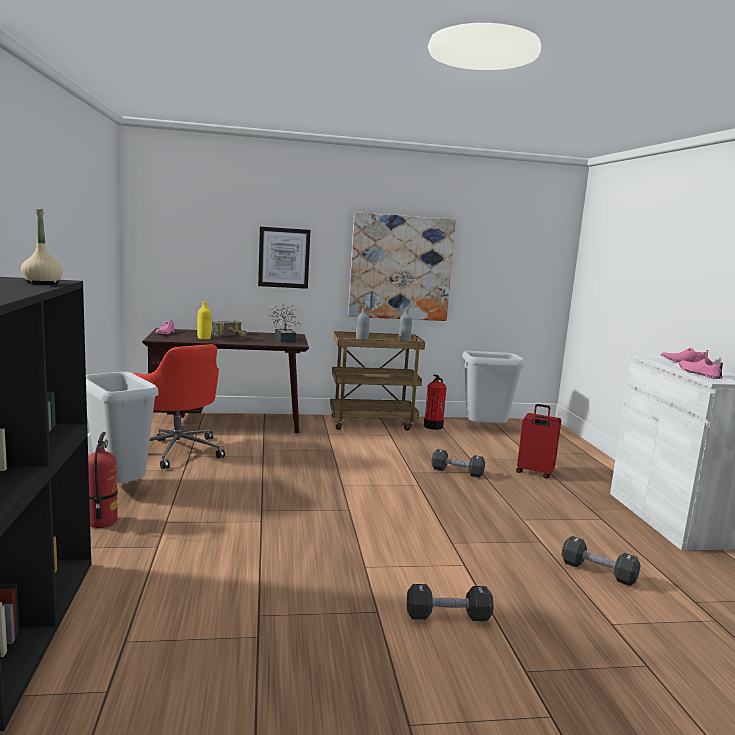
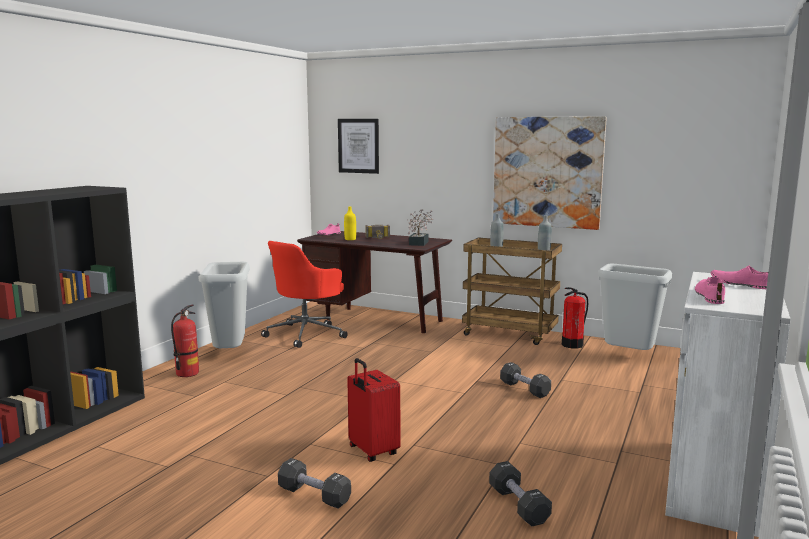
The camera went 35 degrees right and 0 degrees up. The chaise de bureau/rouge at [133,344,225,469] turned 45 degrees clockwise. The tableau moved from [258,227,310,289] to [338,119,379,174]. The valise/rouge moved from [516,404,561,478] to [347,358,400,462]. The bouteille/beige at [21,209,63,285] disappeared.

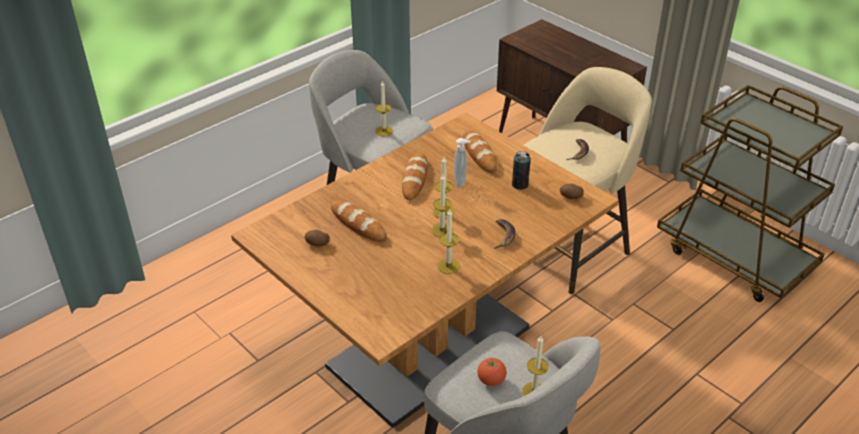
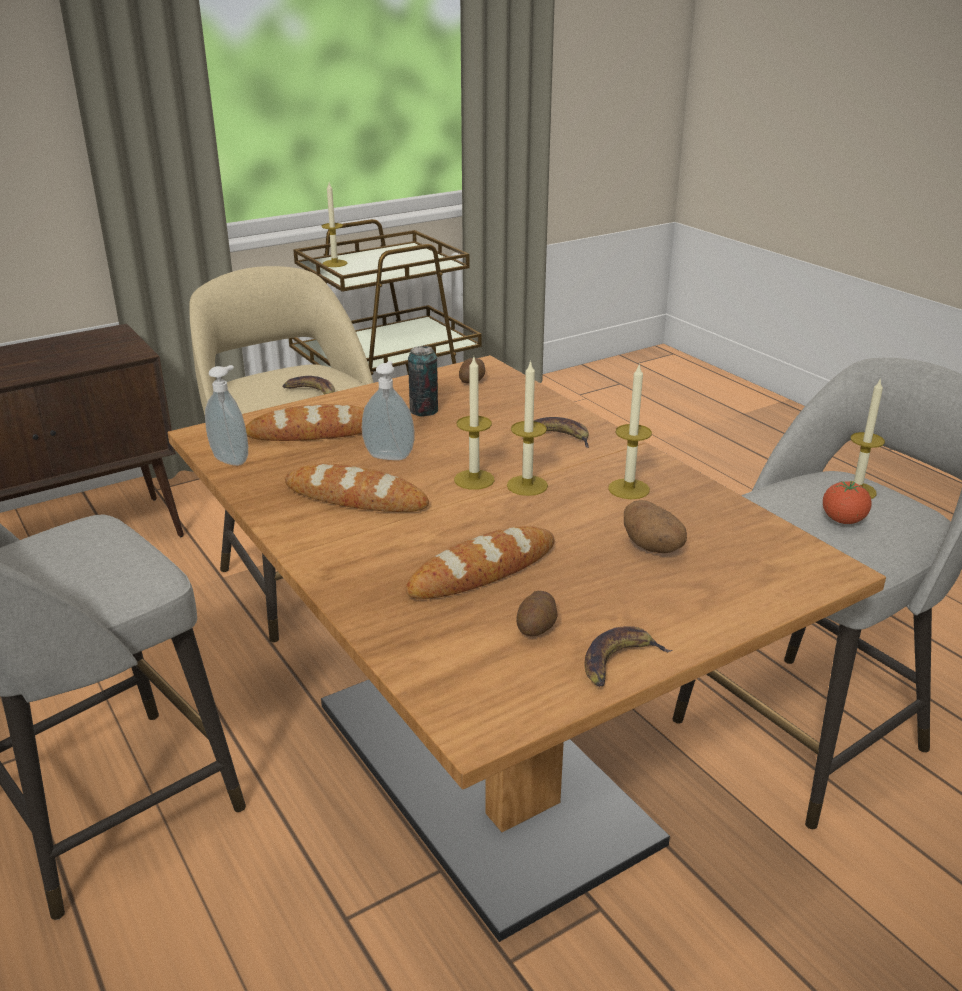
The camera went 80 degrees left and 10 degrees down. The distributeur de savon at [205,365,248,466] appeared. The bougie moved from [375,80,393,136] to [321,183,347,267]. The banane at [584,626,672,687] appeared. The pomme de terre at [624,500,687,553] appeared.

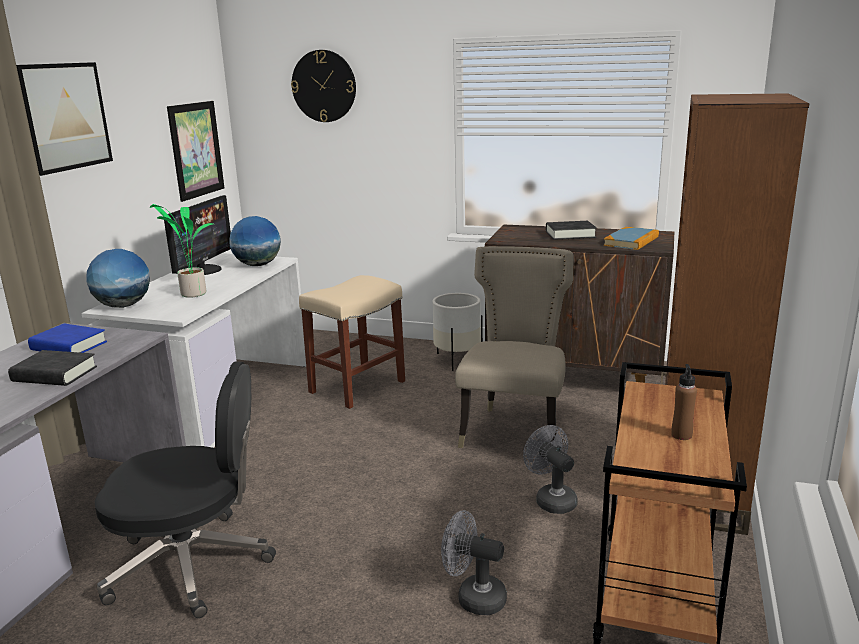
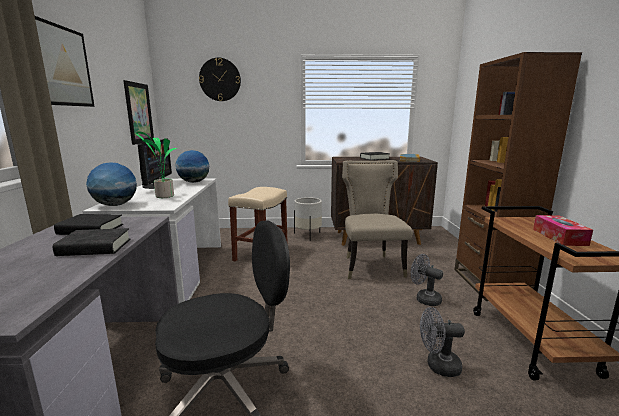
The camera went 20 degrees left and 5 degrees down. The livre/bleu at [28,324,107,353] became the livre/noir at [54,214,123,235]. The bouteille/marron at [671,364,697,440] was replaced by the boîte à mouchoirs at [533,215,593,246].

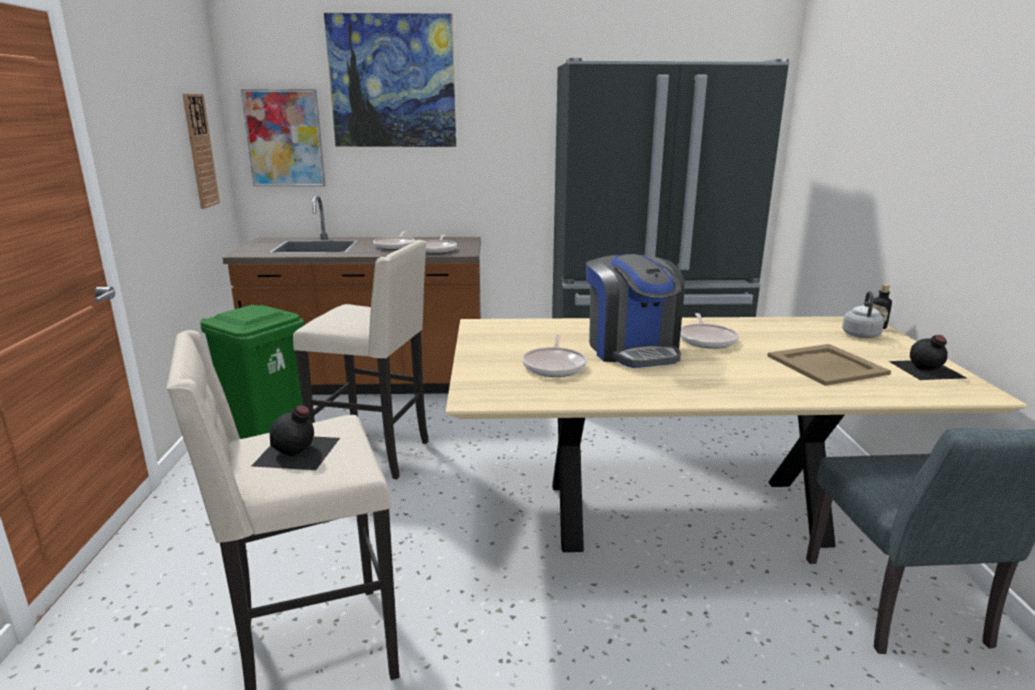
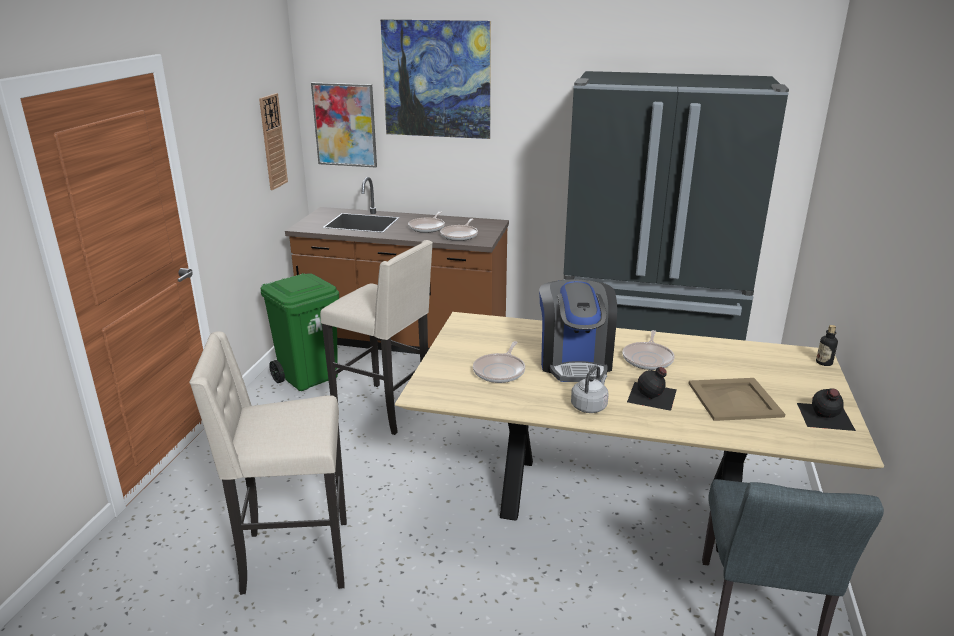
The camera went 15 degrees right and 5 degrees up. The bouilloire/gris moved from [842,291,884,338] to [571,366,608,413]. The bouteille/noir moved from [252,405,340,470] to [627,367,677,411].

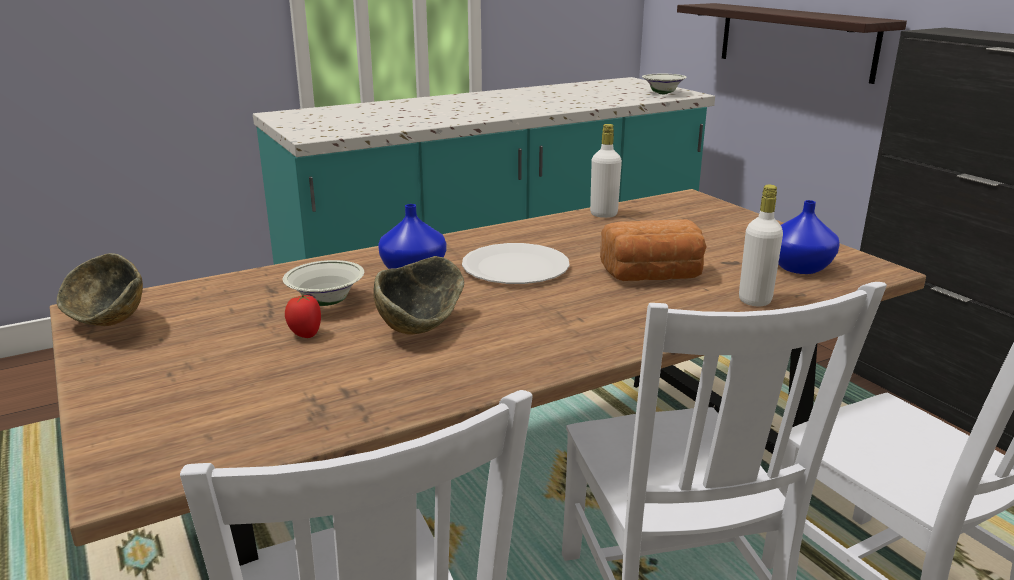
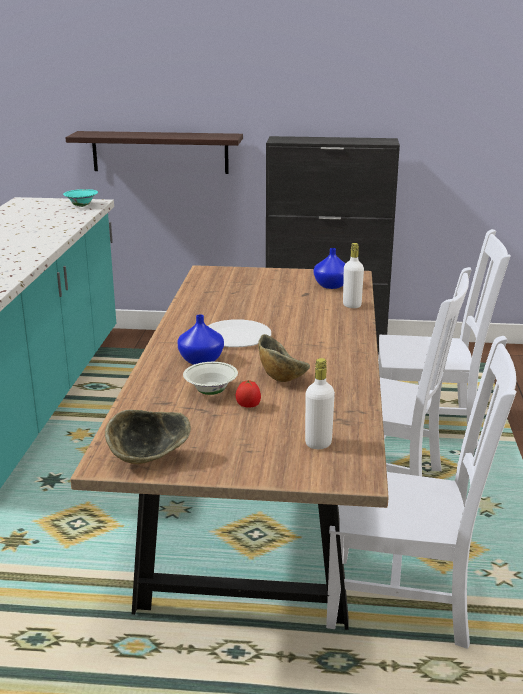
The camera went 55 degrees left and 0 degrees up. The bol/blanc at [642,74,687,94] became the bol/turquoise at [63,189,98,207]. The bouteille/blanc moved from [590,124,622,218] to [305,358,335,449]. The pain at [600,219,707,281] disappeared.

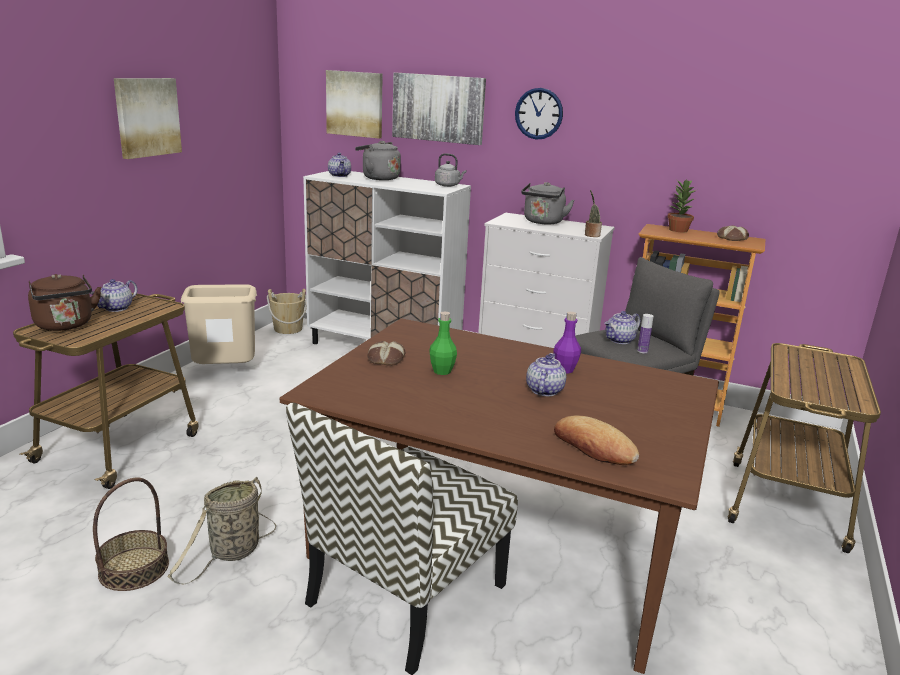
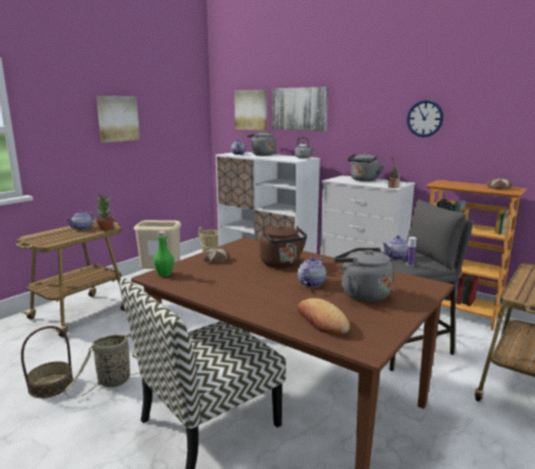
The camera went 15 degrees right and 5 degrees down. The plante en pot moved from [667,179,697,232] to [96,193,115,230]. The bouteille/vert moved from [429,312,457,375] to [153,231,174,277]. The bouilloire/marron moved from [28,274,101,331] to [260,225,307,268]. The bouilloire/gris at [334,248,393,302] appeared. The horloge murale moved from [515,88,563,140] to [407,100,443,137]. The bouteille/violet at [553,312,581,373] disappeared.

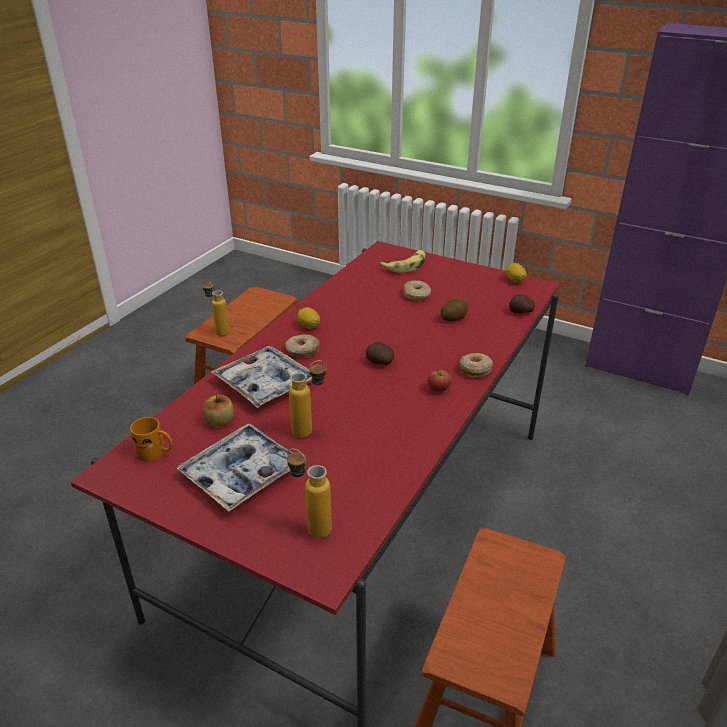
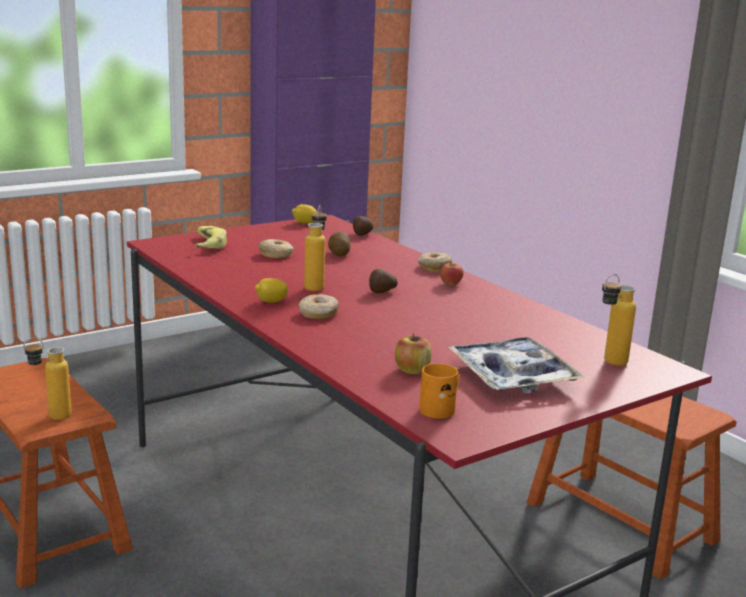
The camera went 65 degrees left and 15 degrees down. The bouteille moved from [289,360,327,438] to [304,205,327,291]. The plateau at [211,346,312,408] disappeared.

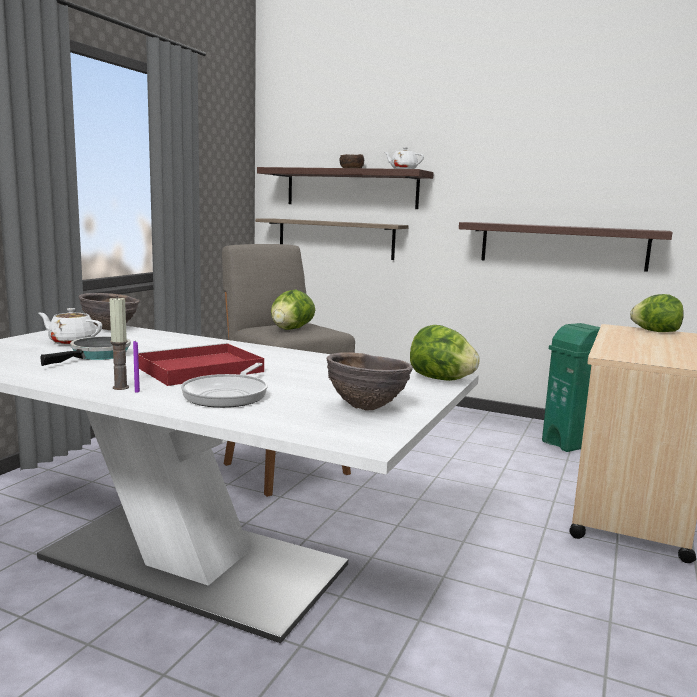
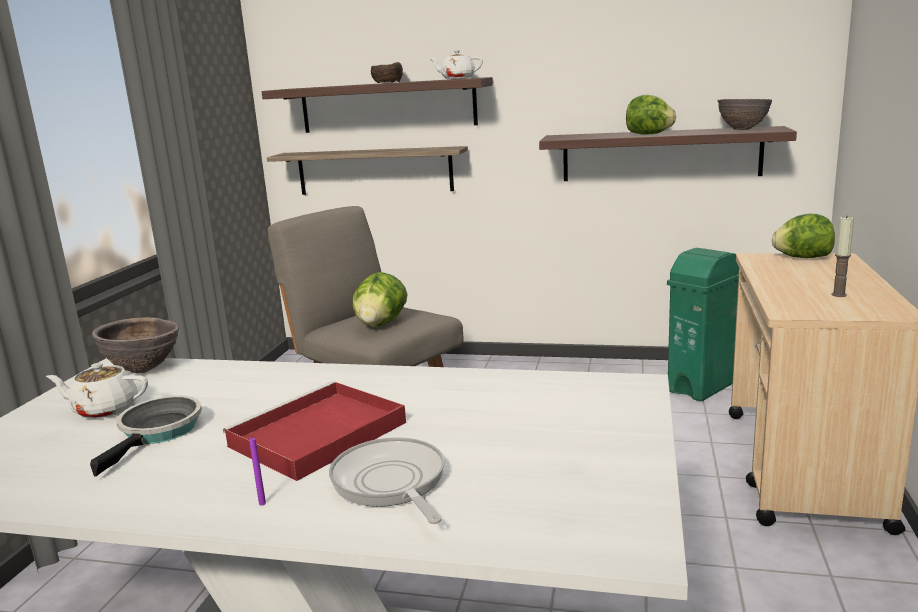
The camera went 10 degrees left and 5 degrees up. The poêle at [181,363,268,408] turned 150 degrees clockwise. The laitue moved from [410,325,480,381] to [626,95,676,135]. The bol/marron moved from [327,353,413,411] to [718,99,772,130]. The bougie moved from [109,296,129,390] to [832,215,854,297].

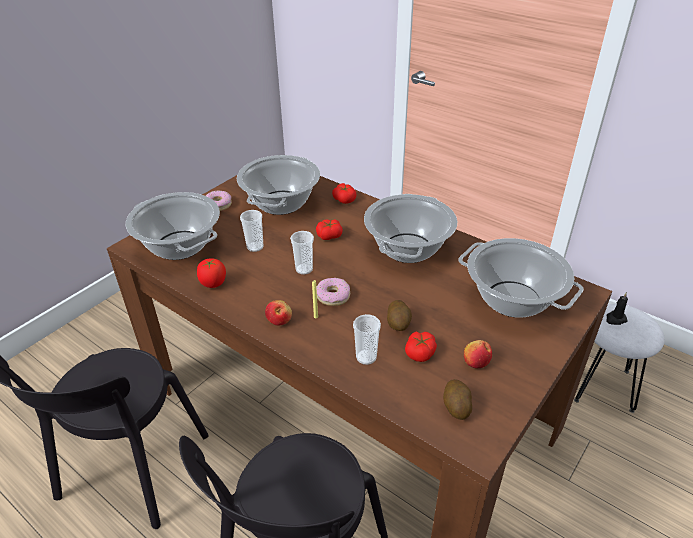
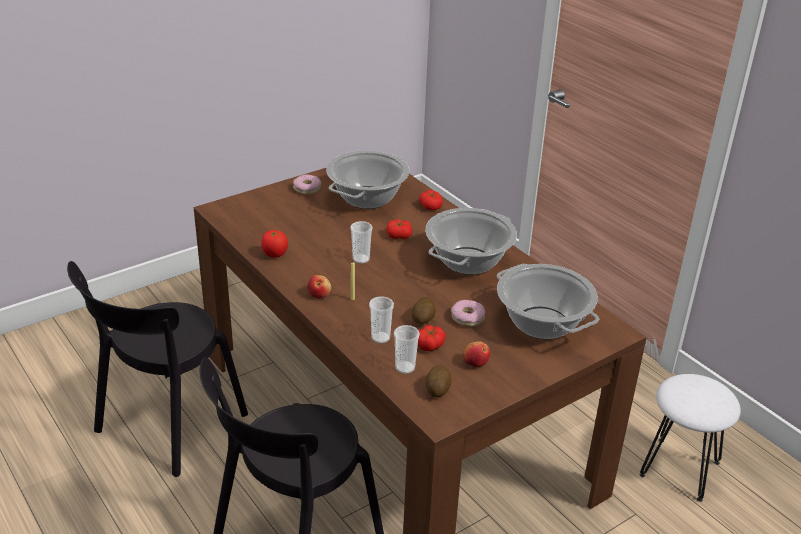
The camera went 15 degrees right and 5 degrees down. The tasse moved from [240,210,263,252] to [394,325,420,374]. The beignet moved from [316,278,350,306] to [451,300,485,327]. The marmite at [126,192,220,260] disappeared. The bougie/noir at [606,292,628,325] disappeared.

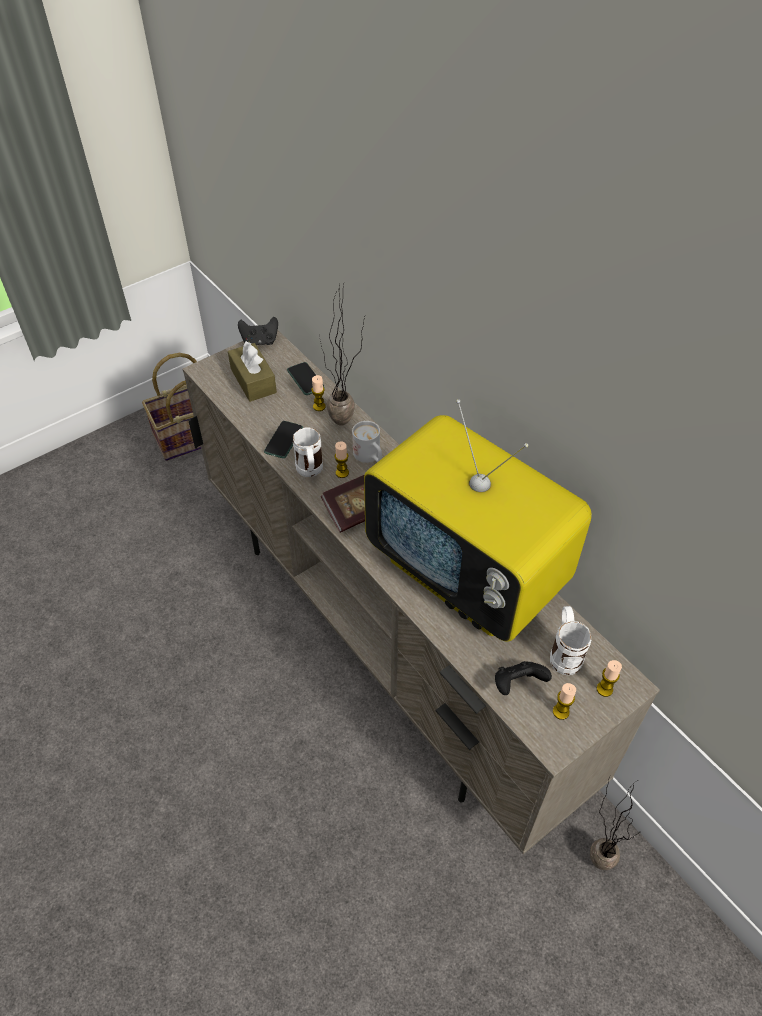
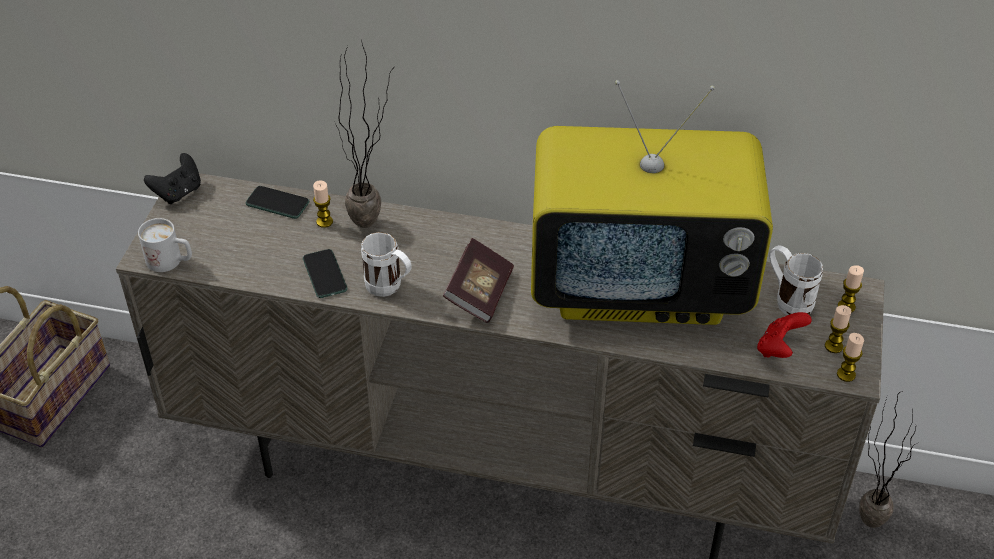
The camera went 40 degrees left and 5 degrees down. The mug/blanc moved from [352,421,382,463] to [138,218,192,272]. The manette/noir at [495,661,552,695] became the manette/rouge at [757,312,812,358]. The bougie moved from [335,442,349,478] to [837,333,864,382]. The boîte à mouchoirs/marron at [228,341,277,402] disappeared.

